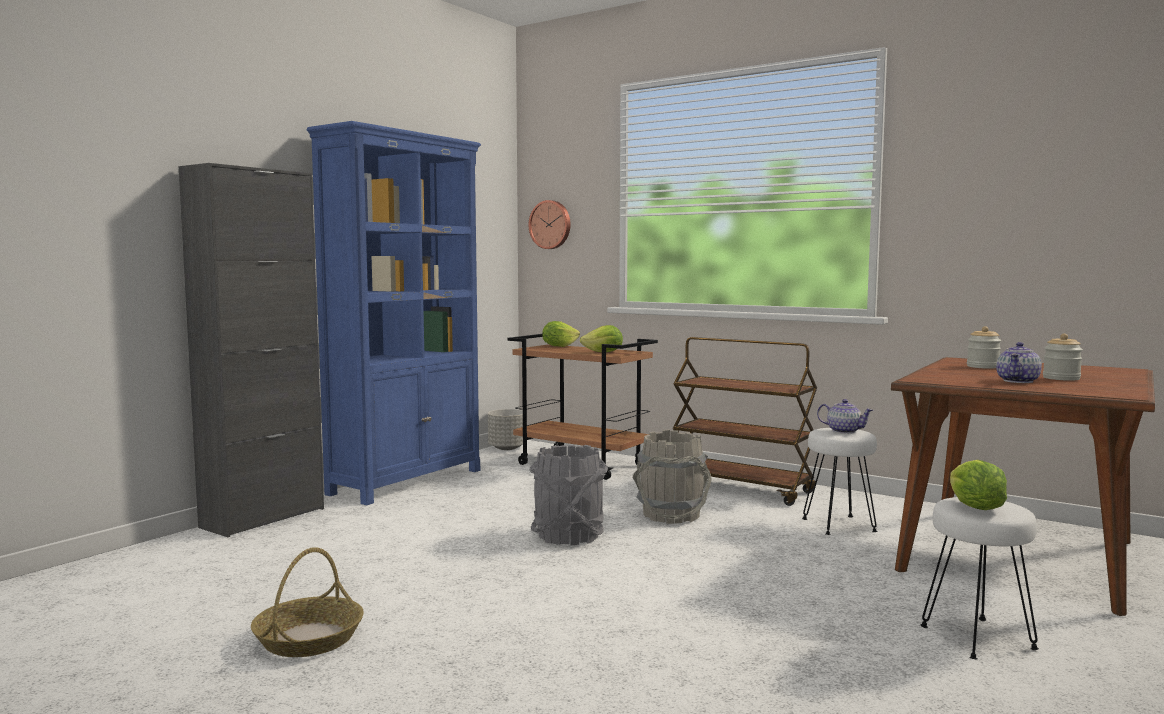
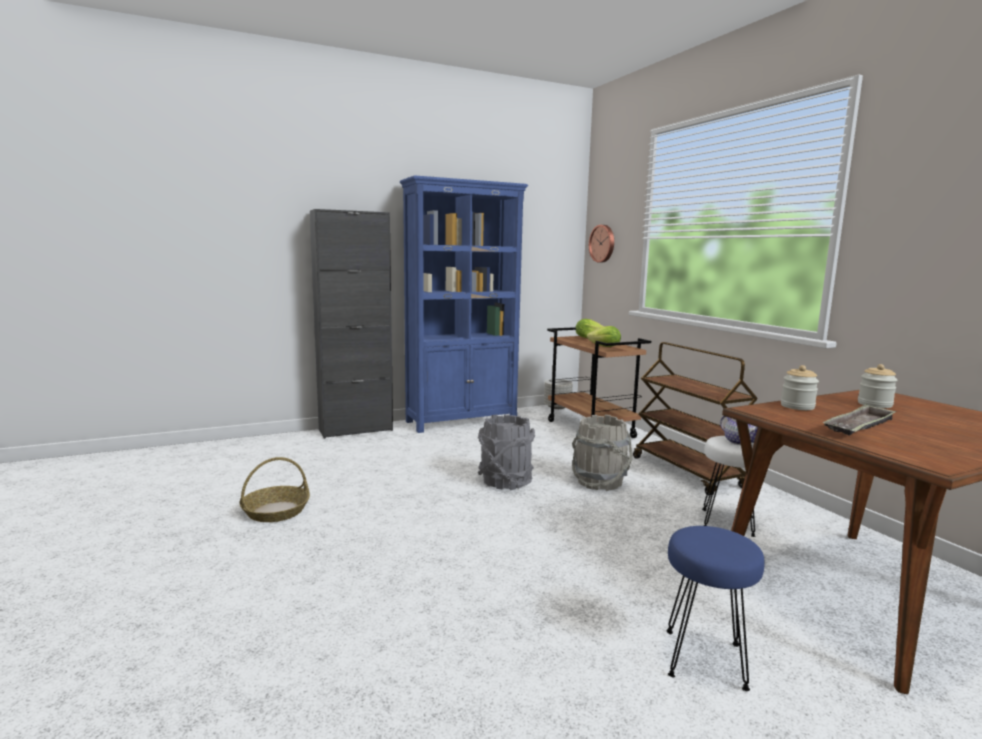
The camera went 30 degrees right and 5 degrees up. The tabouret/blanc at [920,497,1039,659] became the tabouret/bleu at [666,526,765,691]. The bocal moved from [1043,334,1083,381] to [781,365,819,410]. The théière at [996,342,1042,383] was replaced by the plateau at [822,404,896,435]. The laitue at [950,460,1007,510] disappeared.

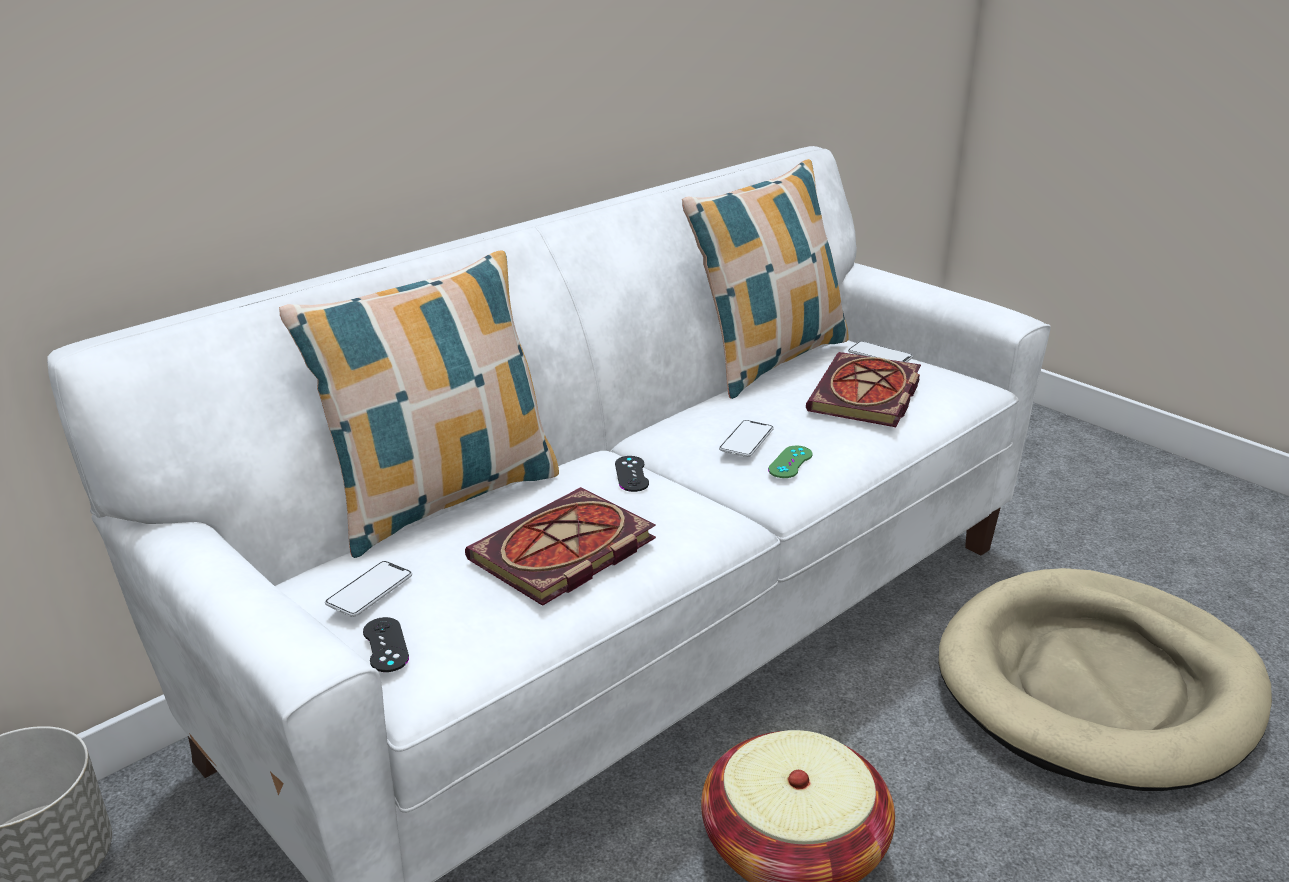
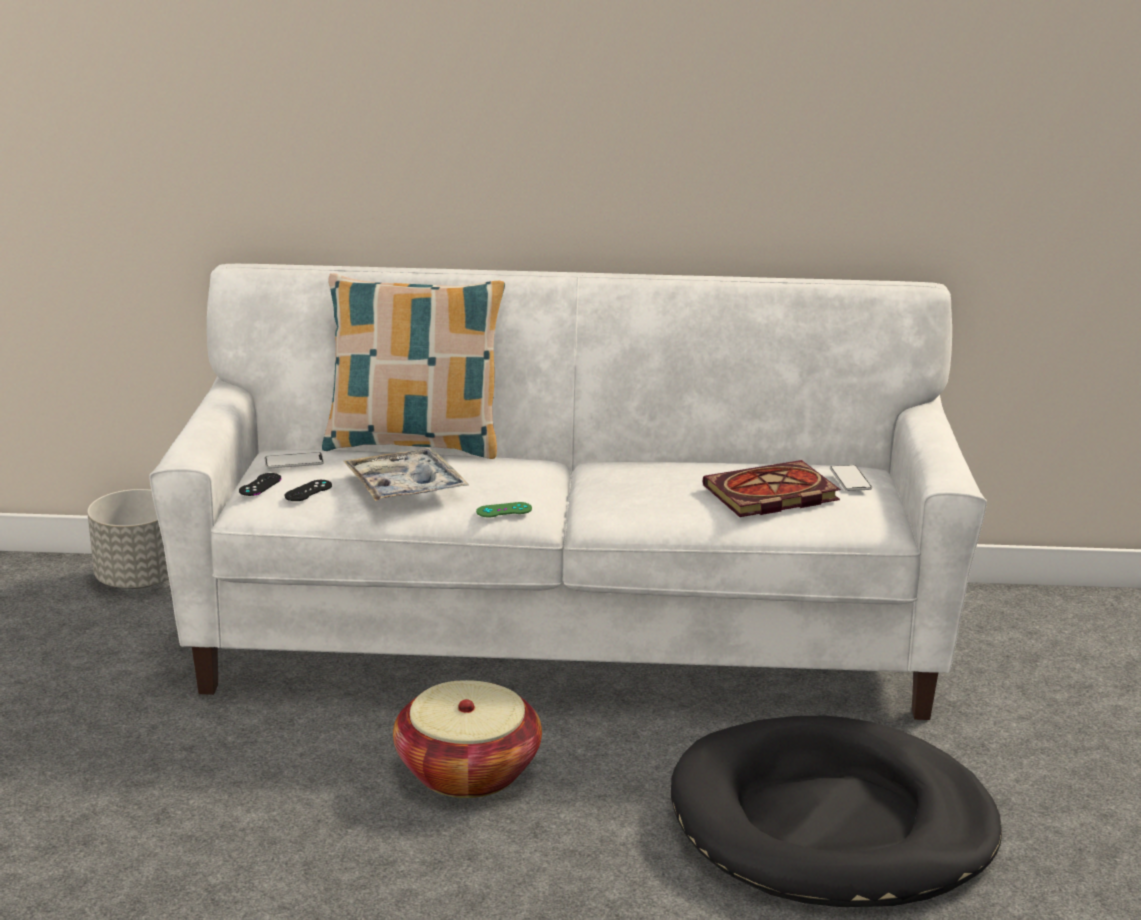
The camera went 45 degrees right and 5 degrees down. The manette/noir moved from [615,456,649,492] to [284,480,332,501]. The livre at [465,487,656,606] was replaced by the plateau at [343,448,469,501]. The manette/vert moved from [768,446,813,478] to [476,502,532,517]. The panier pour chien/beige at [938,568,1272,791] became the panier pour chien/noir at [671,716,1002,907]. The coussin at [682,159,849,399] disappeared. The téléphone at [719,420,774,457] disappeared.

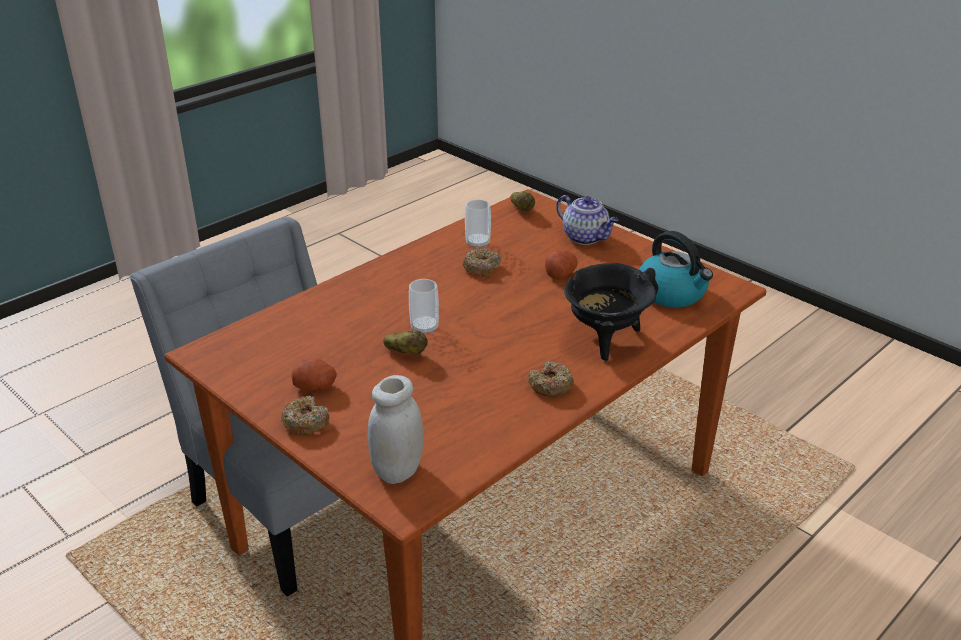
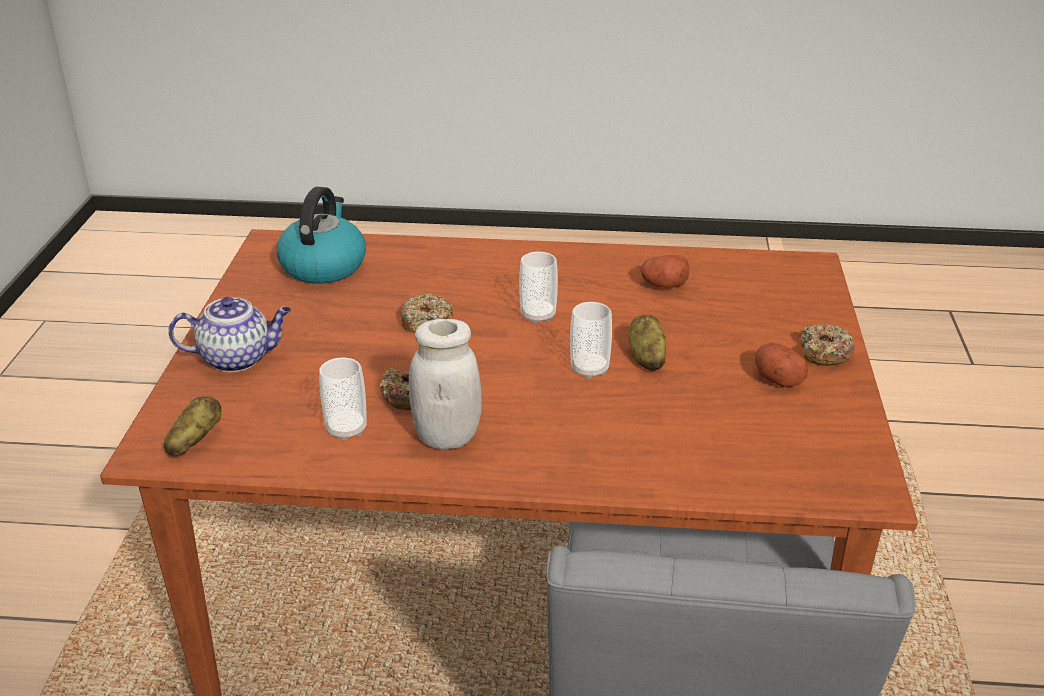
The camera went 130 degrees left and 0 degrees up. The théière at [556,195,618,245] turned 75 degrees clockwise. The beignet moved from [528,361,574,397] to [401,293,453,333]. The bocal/blanc moved from [368,375,424,484] to [409,319,482,449]. The tasse at [519,252,558,324] appeared. The pomme de terre moved from [545,251,578,280] to [641,255,689,288]. The marmite/noir at [564,263,658,361] disappeared.

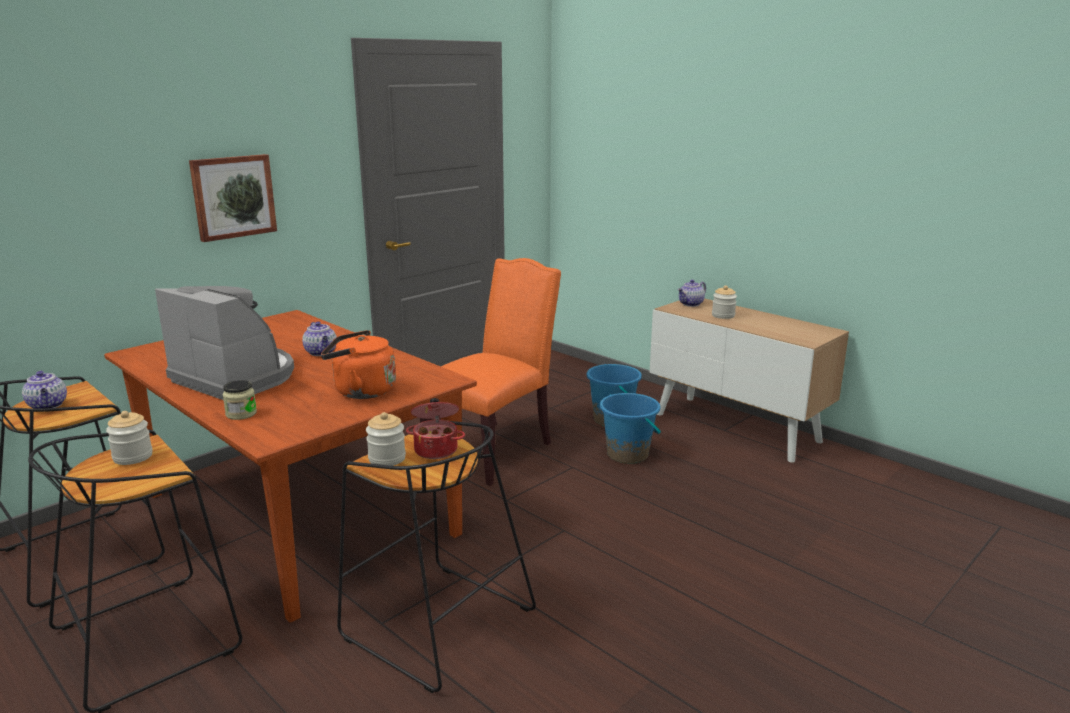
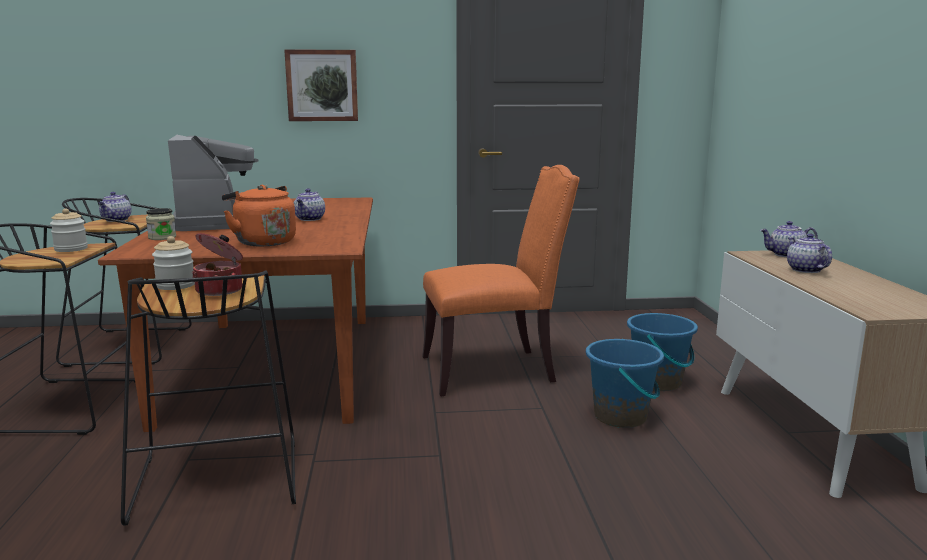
The camera went 40 degrees right and 5 degrees down. The bocal at [712,286,737,319] was replaced by the théière at [787,233,832,273].

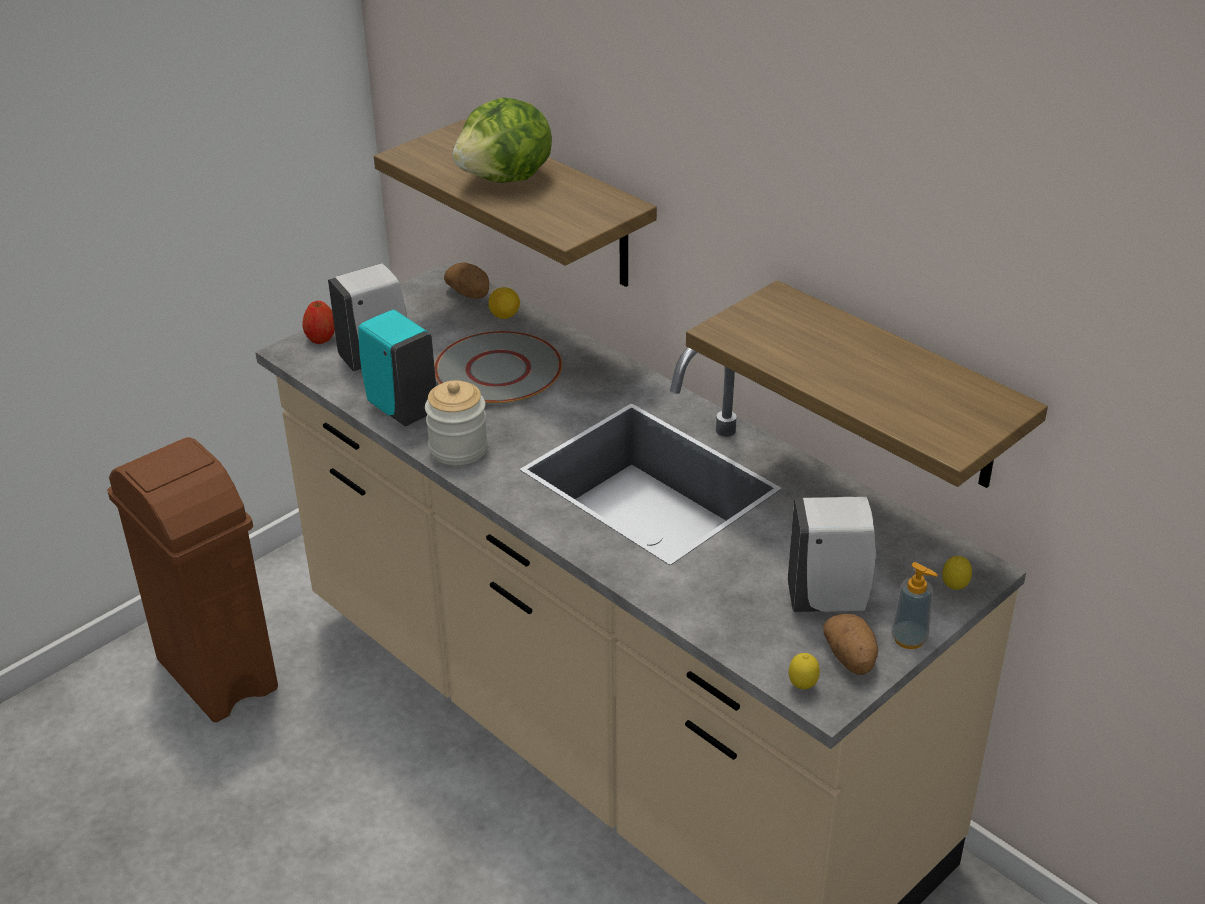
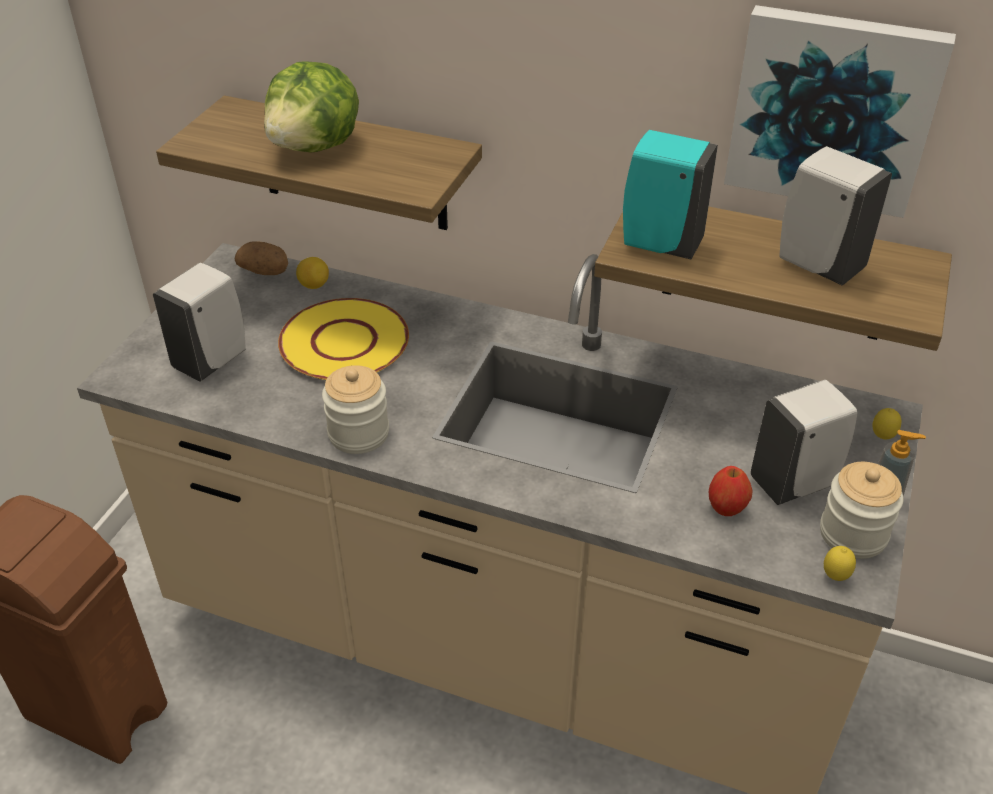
The camera went 25 degrees left and 5 degrees up. The assiette/gris at [434,331,562,404] became the assiette/jaune at [278,298,409,380]. The distributeur de savon/turquoise moved from [358,310,436,426] to [623,130,718,259]. The pomme moved from [302,301,335,344] to [709,466,752,516]. The tableau at [724,5,956,218] appeared. The distributeur de savon/blanc at [780,146,892,285] appeared. The pomme de terre at [823,614,878,675] was replaced by the bocal at [820,462,903,559].

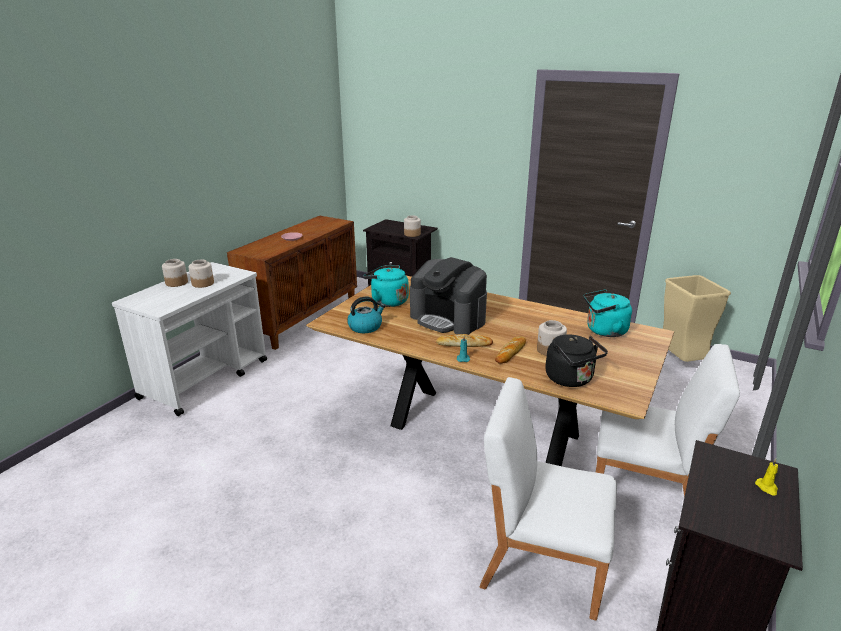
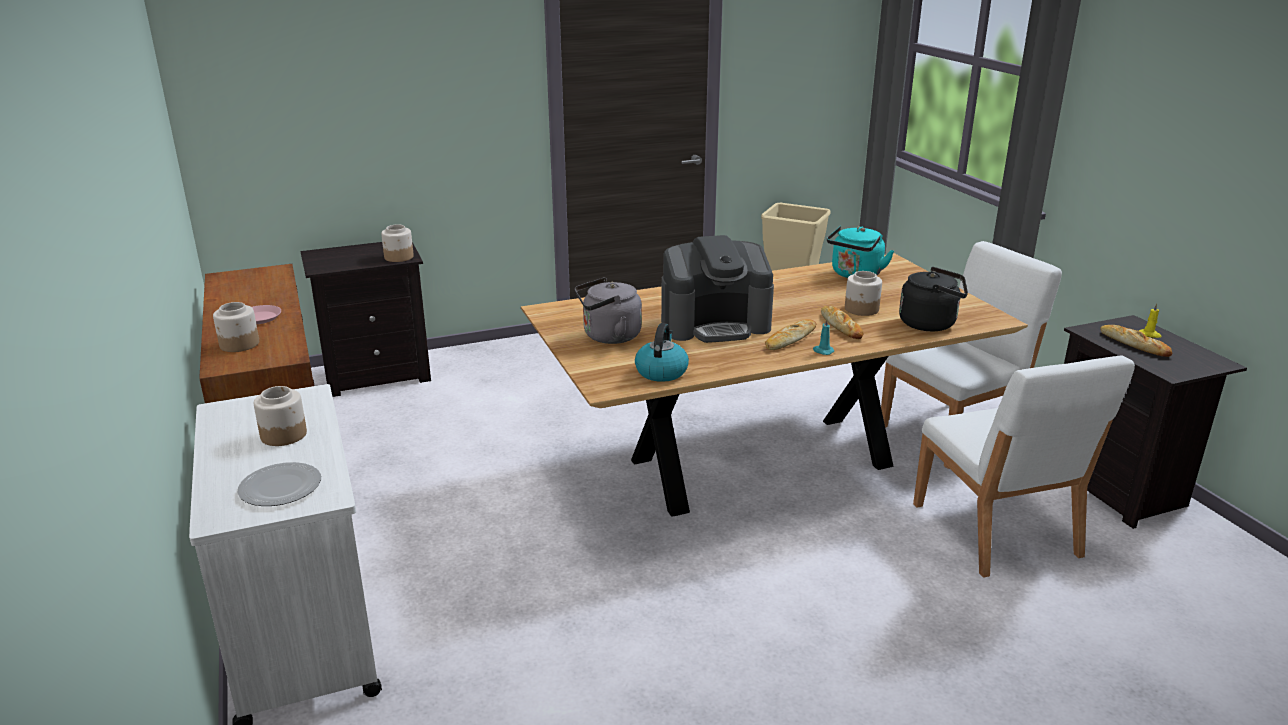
The camera went 50 degrees left and 0 degrees up. The bocal moved from [162,259,188,287] to [213,302,259,352]. The assiette at [237,462,321,506] appeared. The bouilloire/turquoise at [363,265,409,307] became the bouilloire/gris at [575,277,642,344]. The chaise/blanc at [480,377,617,621] turned 75 degrees counterclockwise. The pain at [1100,325,1172,357] appeared.

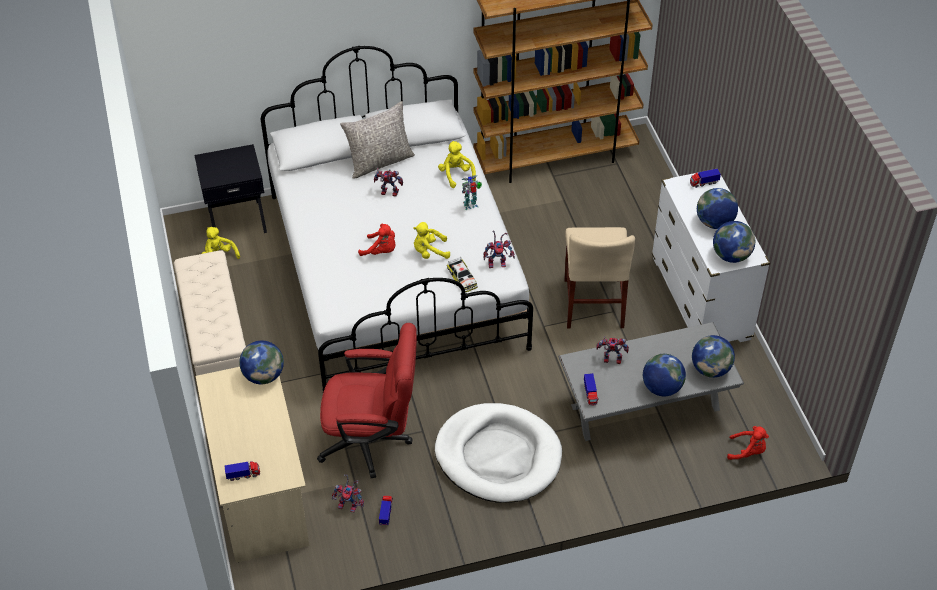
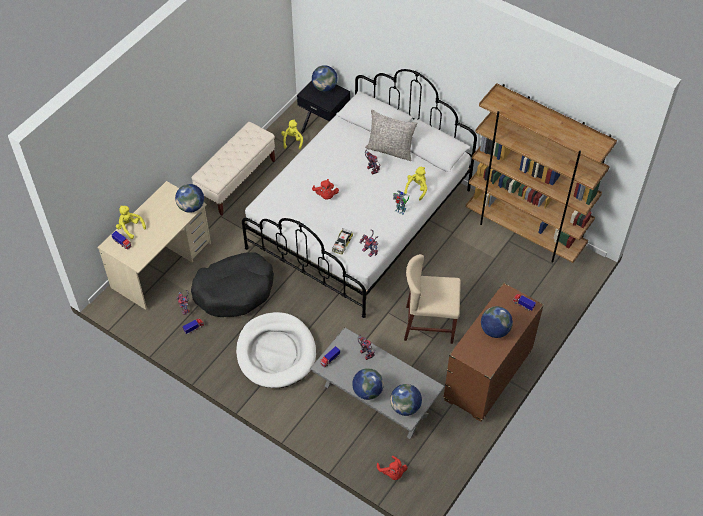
The camera went 50 degrees right and 5 degrees up. The peluche/jaune moved from [413,222,450,259] to [116,206,146,239]. The chaise de bureau/rouge at [317,323,417,478] was replaced by the panier pour chien/noir at [191,252,274,317]. The globe moved from [713,221,755,263] to [312,65,338,92]. The chaise/beige at [565,227,635,329] turned 45 degrees clockwise. The commode/blanc at [652,168,770,342] became the commode/marron at [443,282,544,422].

